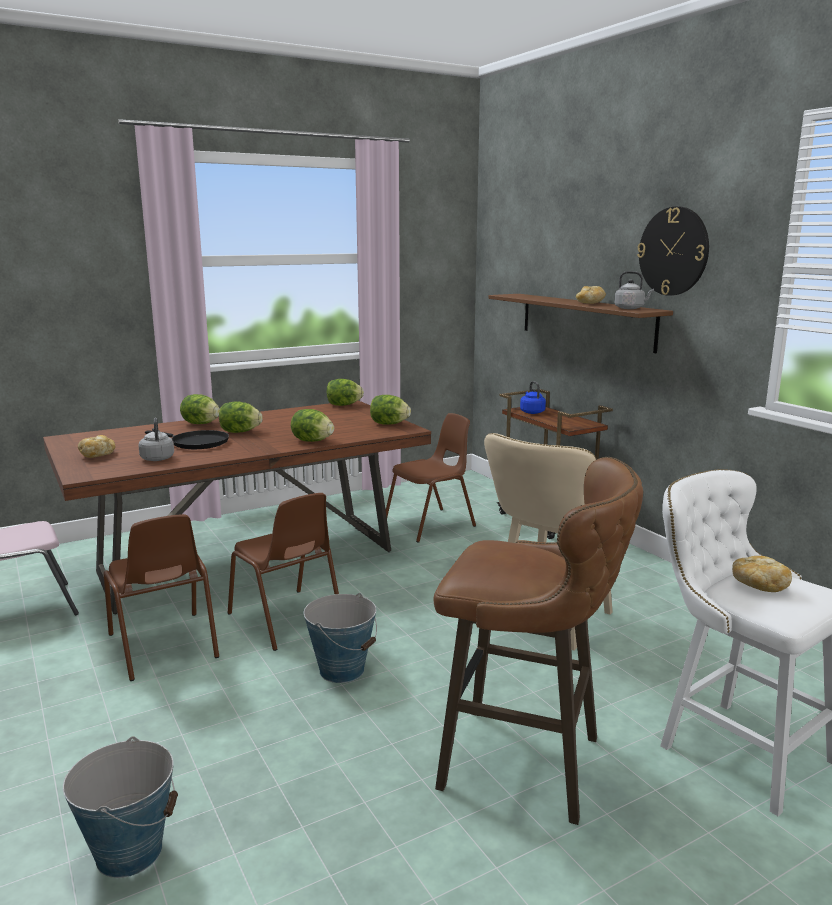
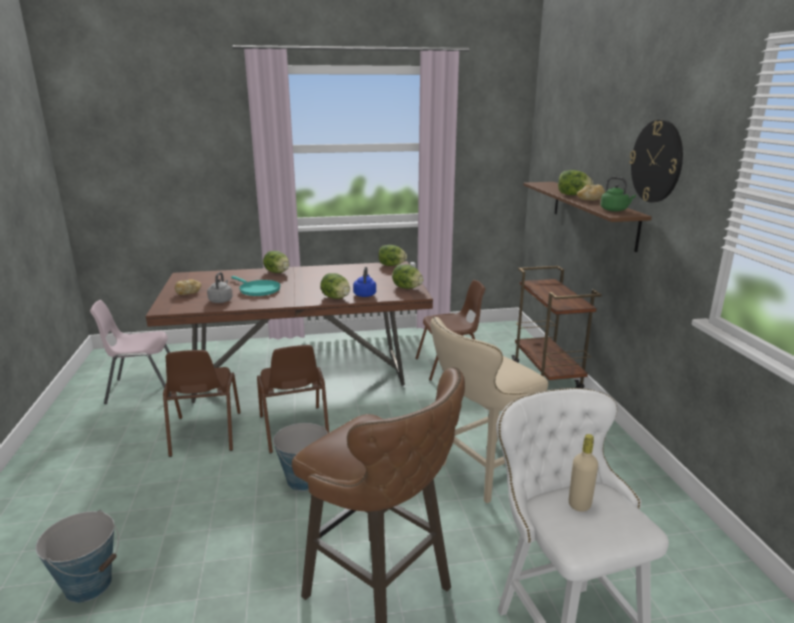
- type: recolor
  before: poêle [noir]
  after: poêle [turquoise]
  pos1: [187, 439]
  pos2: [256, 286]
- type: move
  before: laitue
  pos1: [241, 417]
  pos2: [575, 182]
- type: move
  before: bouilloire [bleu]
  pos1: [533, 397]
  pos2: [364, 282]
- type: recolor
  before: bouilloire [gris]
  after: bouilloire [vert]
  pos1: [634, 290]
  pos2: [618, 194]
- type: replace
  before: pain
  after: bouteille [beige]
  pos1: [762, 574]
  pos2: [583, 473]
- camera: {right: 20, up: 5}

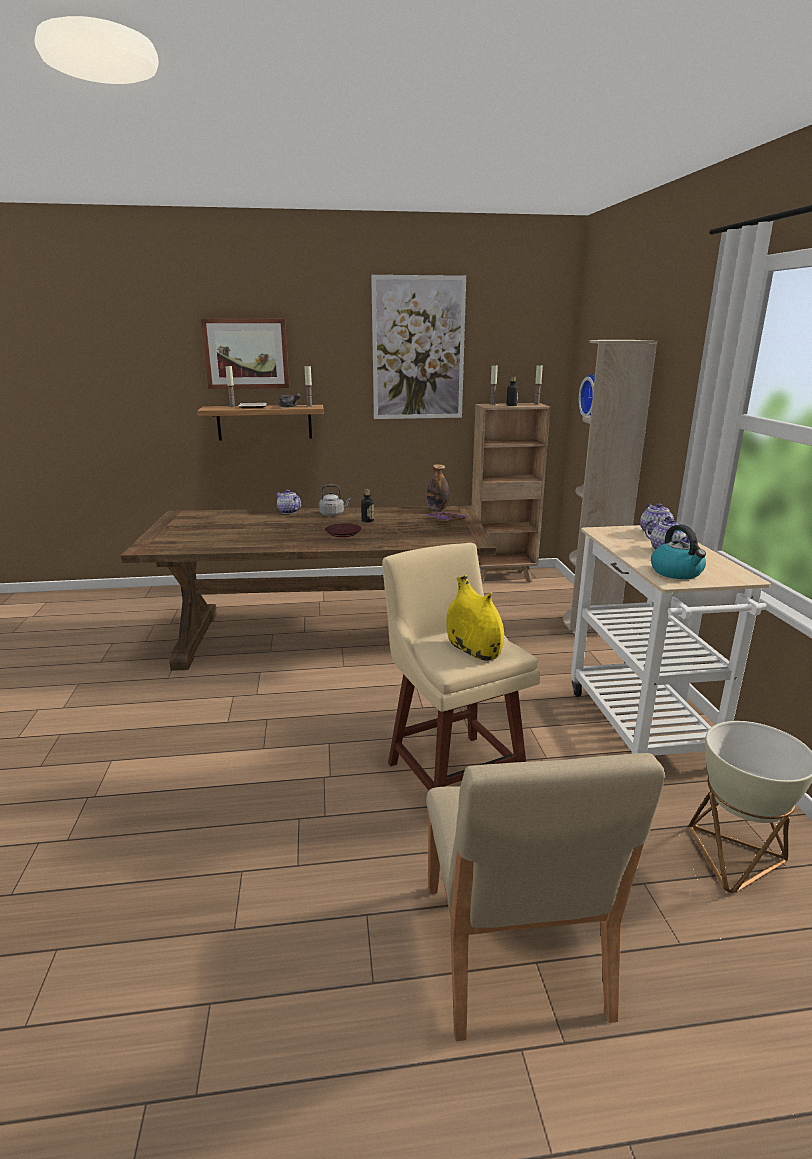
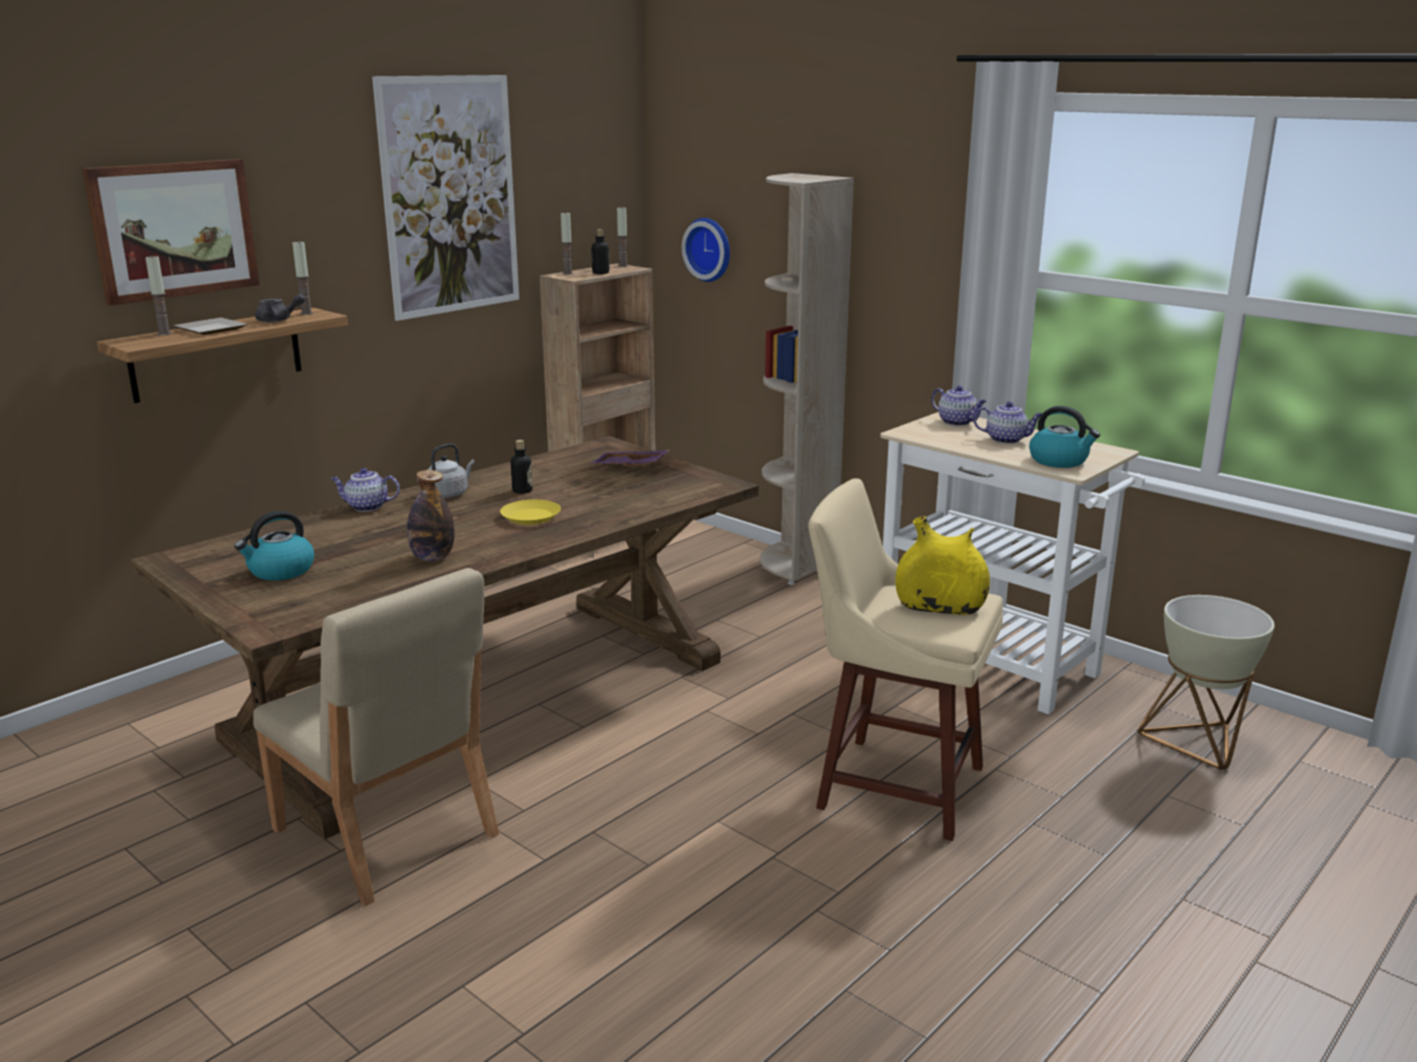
- type: recolor
  before: assiette [marron]
  after: assiette [jaune]
  pos1: [343, 530]
  pos2: [530, 512]
- type: move
  before: chaise [beige]
  pos1: [545, 897]
  pos2: [376, 737]
- type: move
  before: bouteille
  pos1: [438, 487]
  pos2: [431, 515]
- type: insert
  after: bouilloire
  pos2: [274, 546]
- camera: {right: -40, up: 0}

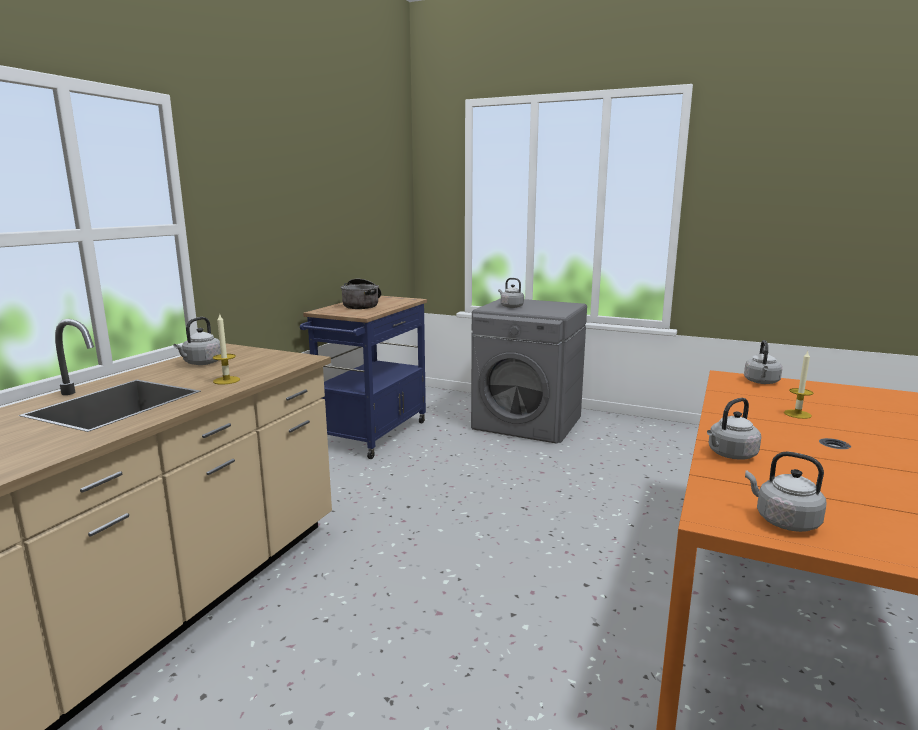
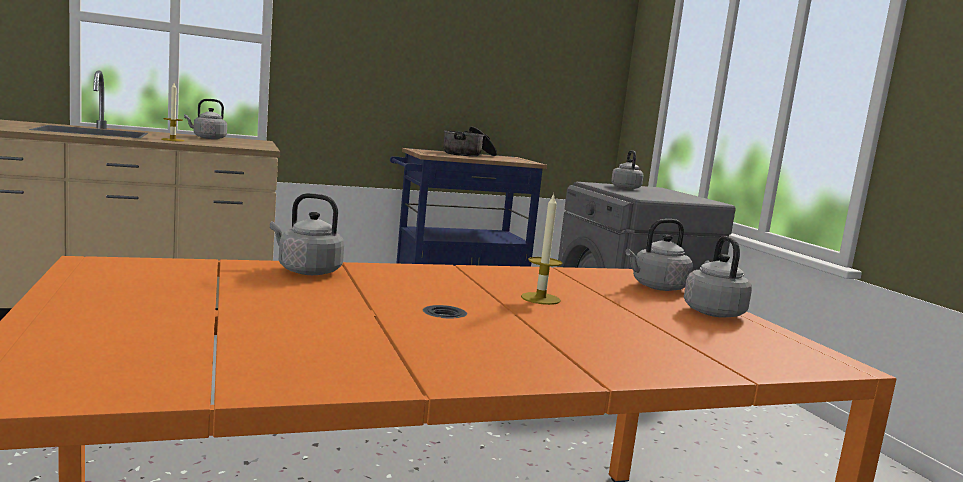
- type: move
  before: bouilloire [gris]
  pos1: [785, 491]
  pos2: [718, 277]
- camera: {right: 45, up: -5}

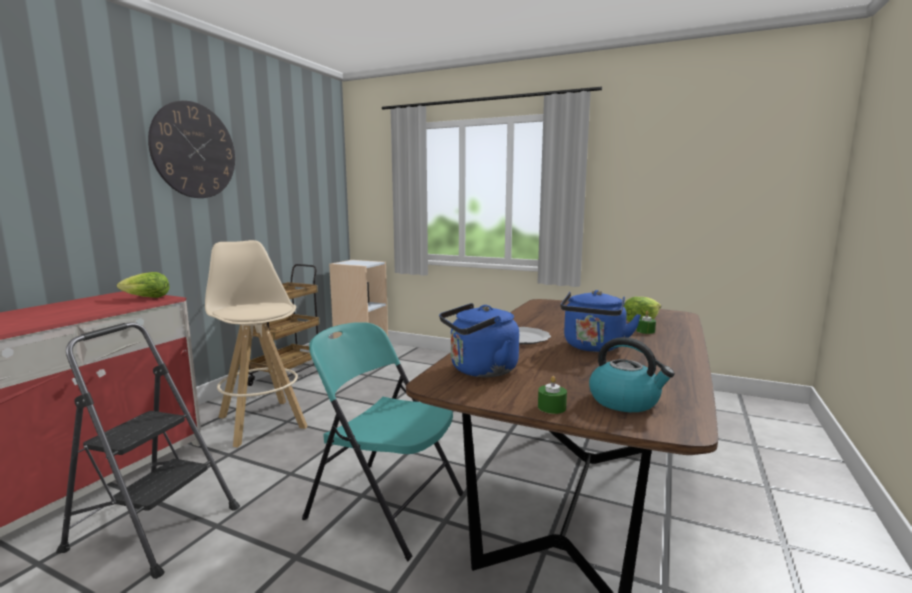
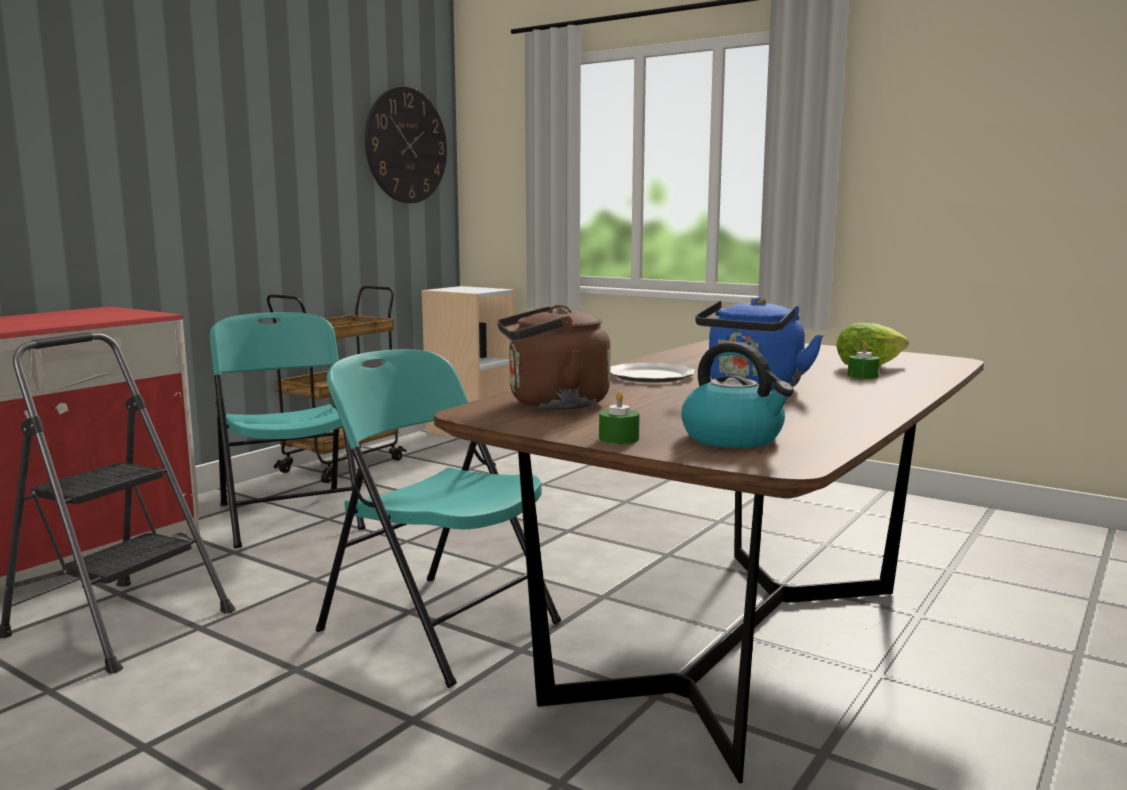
- type: delete
  before: laitue
  pos1: [143, 285]
- type: move
  before: horloge murale
  pos1: [191, 149]
  pos2: [406, 144]
- type: replace
  before: tabouret [beige]
  after: chaise [turquoise]
  pos1: [256, 343]
  pos2: [288, 430]
- type: recolor
  before: bouilloire [bleu]
  after: bouilloire [marron]
  pos1: [479, 340]
  pos2: [554, 357]
- camera: {right: 10, up: 0}

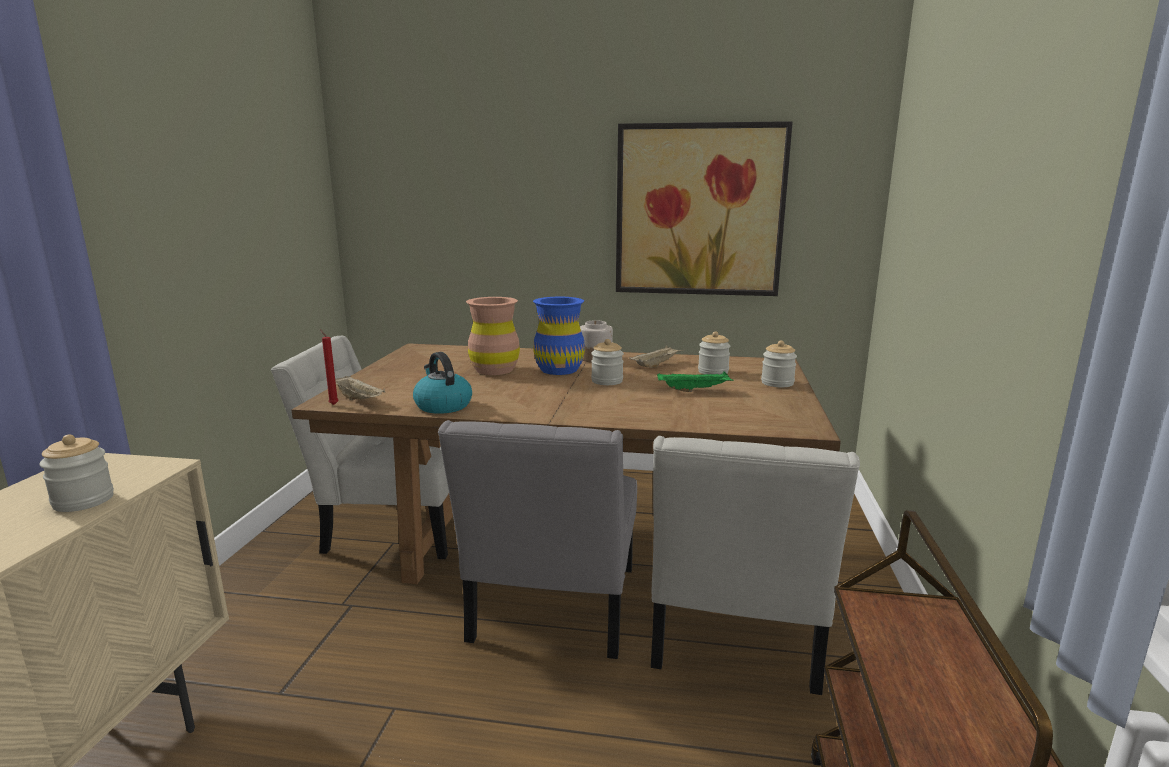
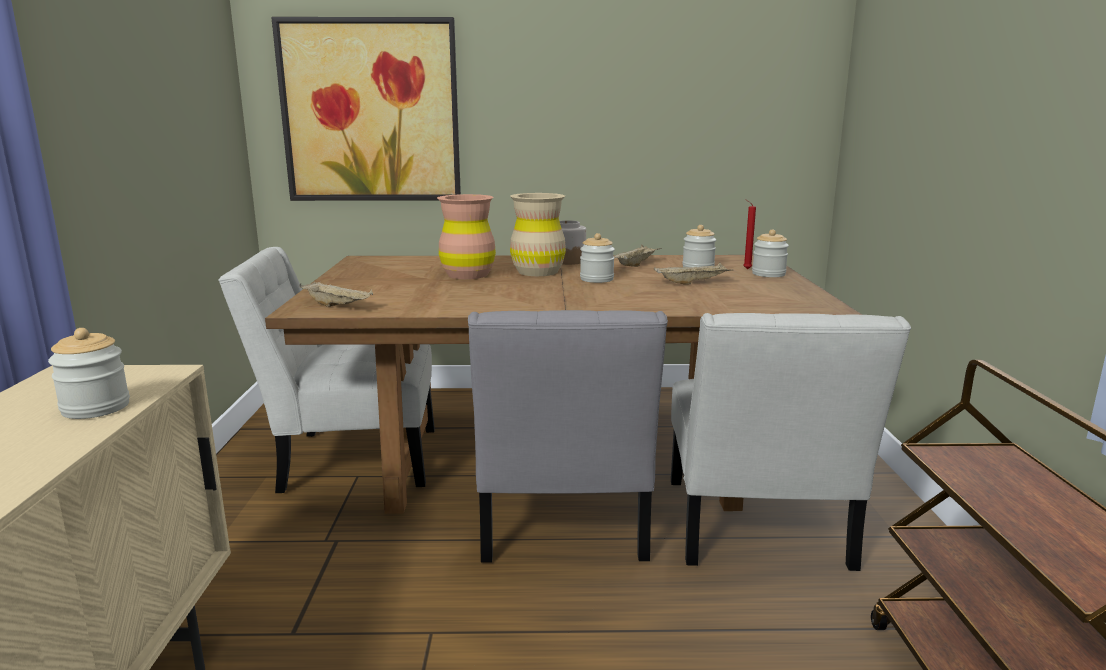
- type: move
  before: bougie [rouge]
  pos1: [329, 367]
  pos2: [749, 234]
- type: delete
  before: bouilloire
  pos1: [442, 383]
- type: recolor
  before: vase [bleu]
  after: vase [beige]
  pos1: [559, 336]
  pos2: [538, 234]
- type: move
  before: tableau
  pos1: [704, 208]
  pos2: [366, 109]
- type: recolor
  before: plateau [vert]
  after: plateau [beige]
  pos1: [695, 382]
  pos2: [693, 274]
- camera: {right: -10, up: 0}

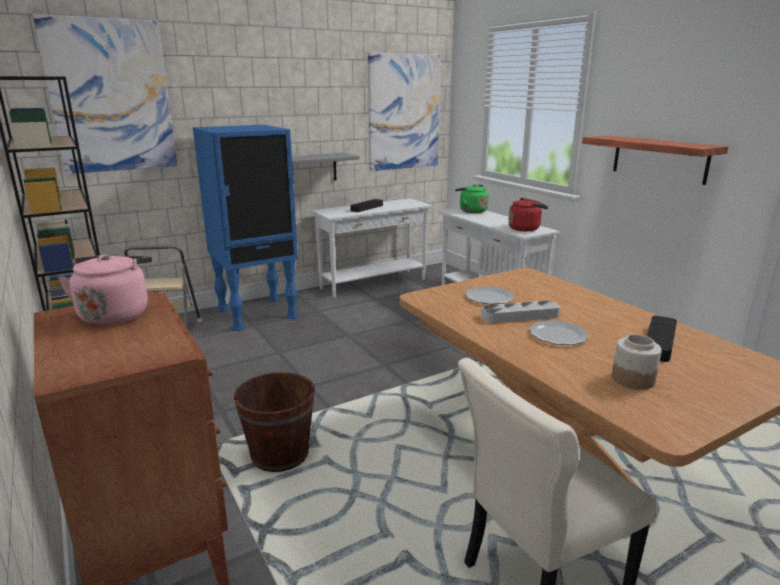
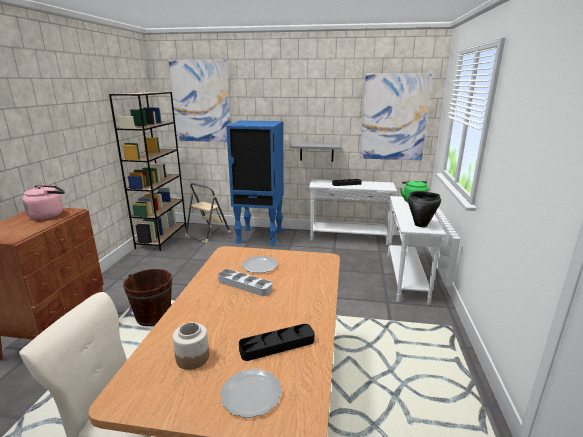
- type: replace
  before: bouilloire [rouge]
  after: marmite [noir]
  pos1: [528, 214]
  pos2: [424, 209]
- type: move
  before: assiette
  pos1: [559, 332]
  pos2: [251, 393]
- type: delete
  before: étagère
  pos1: [655, 160]
- camera: {right: 40, up: 0}

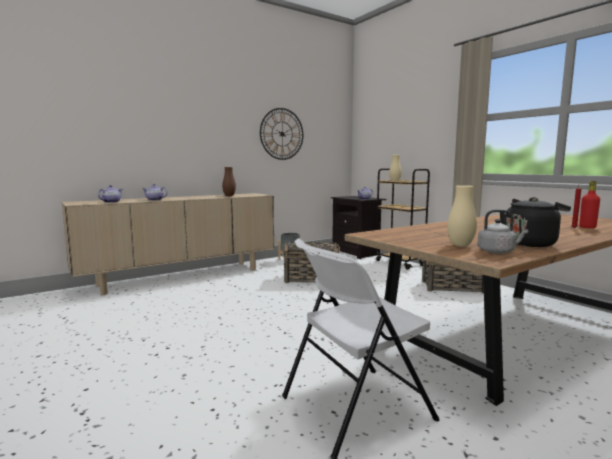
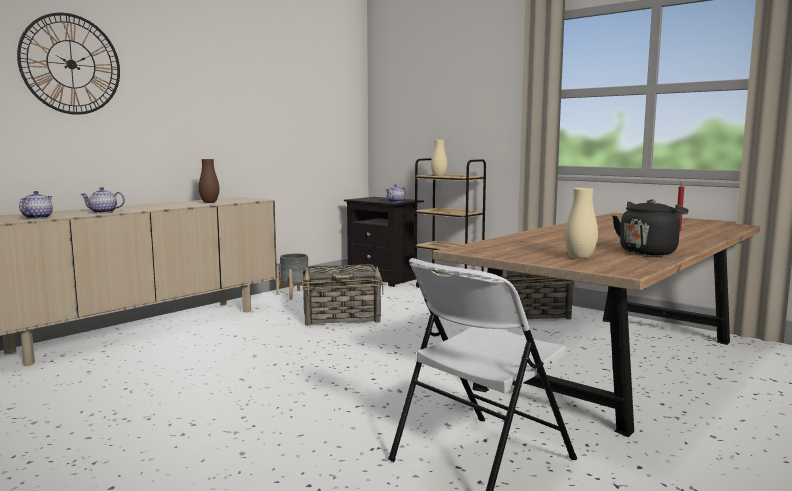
- type: move
  before: horloge murale
  pos1: [281, 134]
  pos2: [68, 64]
- type: delete
  before: bouilloire [gris]
  pos1: [503, 231]
- type: delete
  before: bouteille [rouge]
  pos1: [589, 204]
- camera: {right: -15, up: 0}

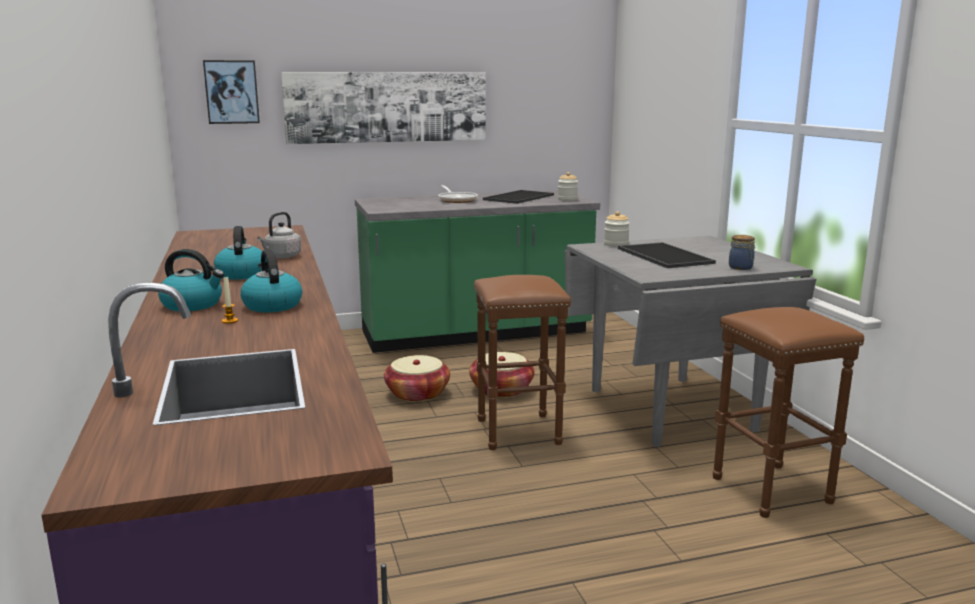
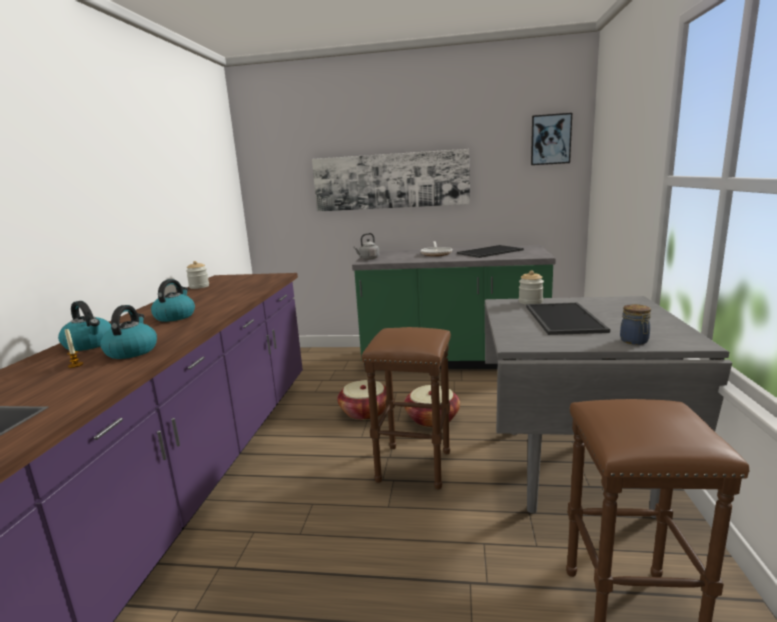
- type: move
  before: tableau
  pos1: [231, 92]
  pos2: [551, 139]
- type: move
  before: bouilloire [gris]
  pos1: [279, 235]
  pos2: [366, 246]
- type: move
  before: bocal
  pos1: [568, 186]
  pos2: [197, 275]
- camera: {right: 25, up: 0}

